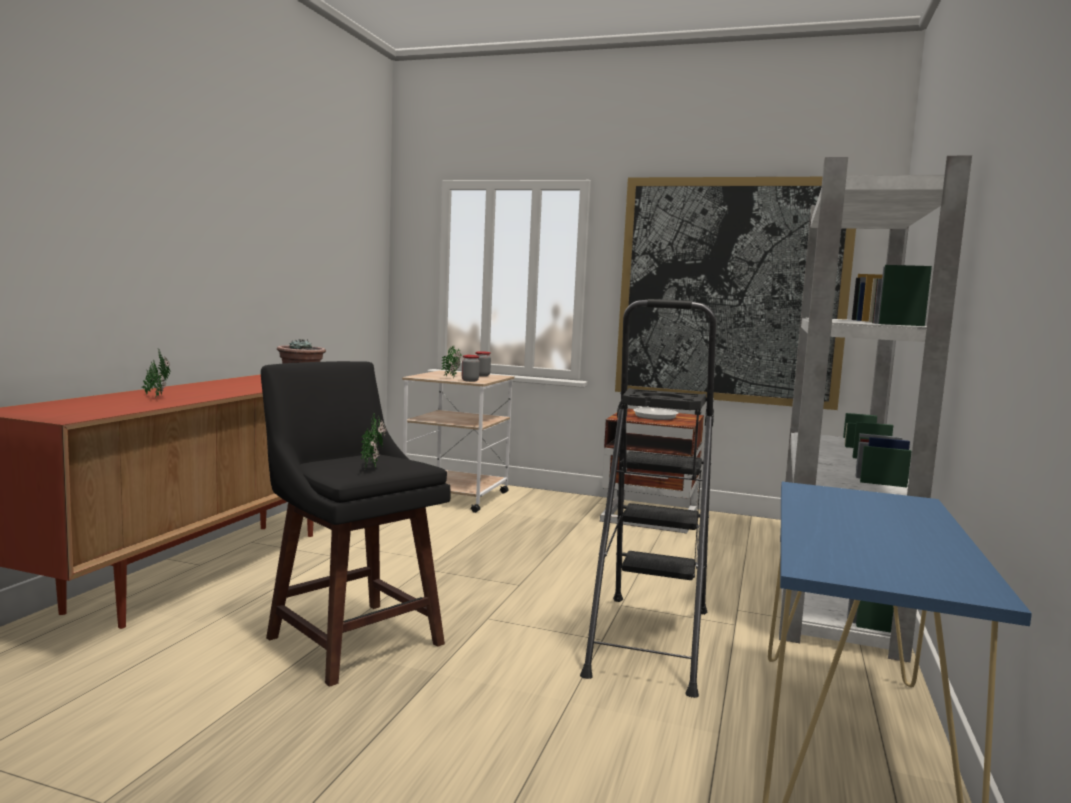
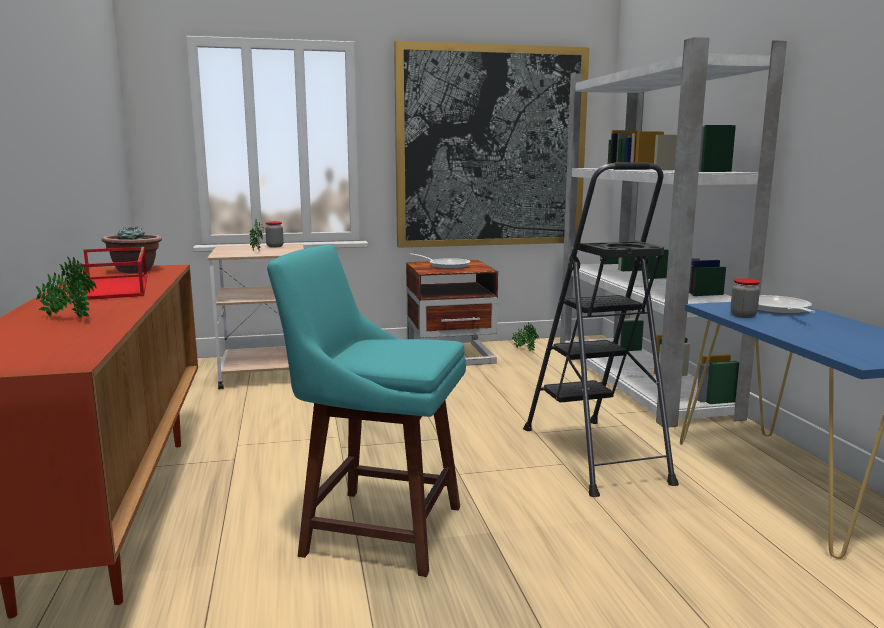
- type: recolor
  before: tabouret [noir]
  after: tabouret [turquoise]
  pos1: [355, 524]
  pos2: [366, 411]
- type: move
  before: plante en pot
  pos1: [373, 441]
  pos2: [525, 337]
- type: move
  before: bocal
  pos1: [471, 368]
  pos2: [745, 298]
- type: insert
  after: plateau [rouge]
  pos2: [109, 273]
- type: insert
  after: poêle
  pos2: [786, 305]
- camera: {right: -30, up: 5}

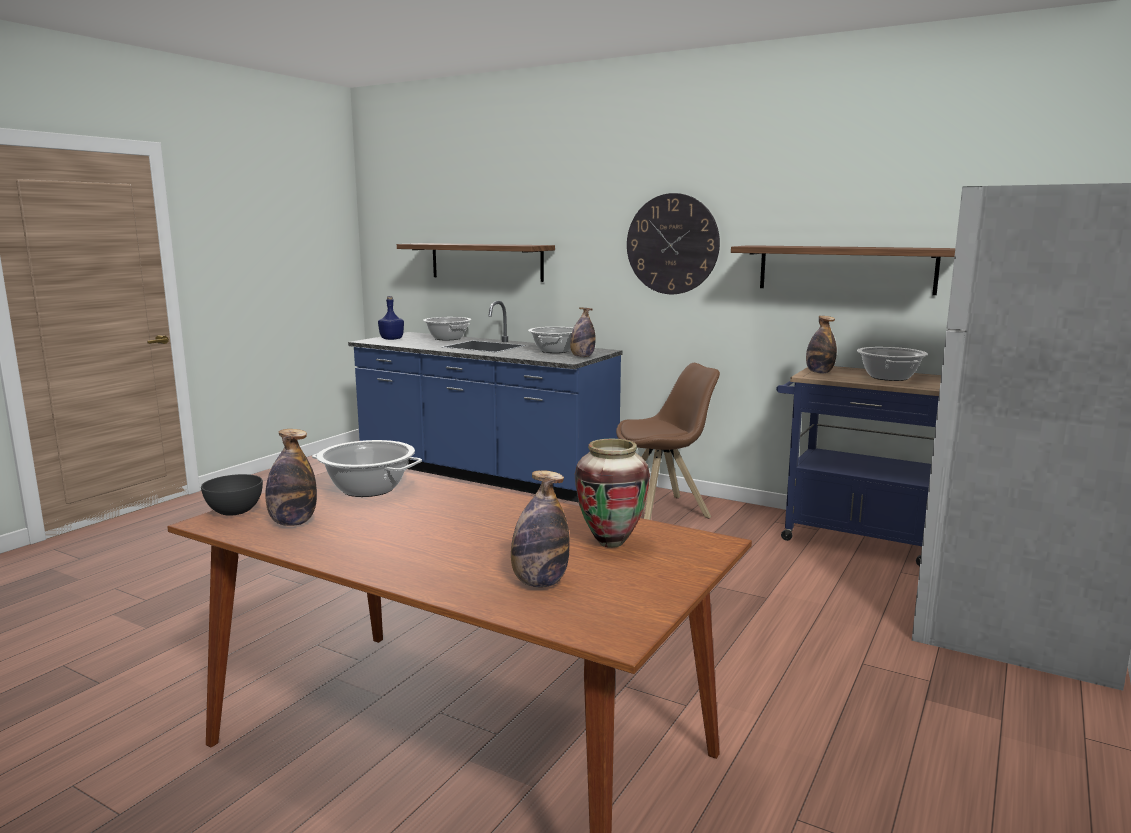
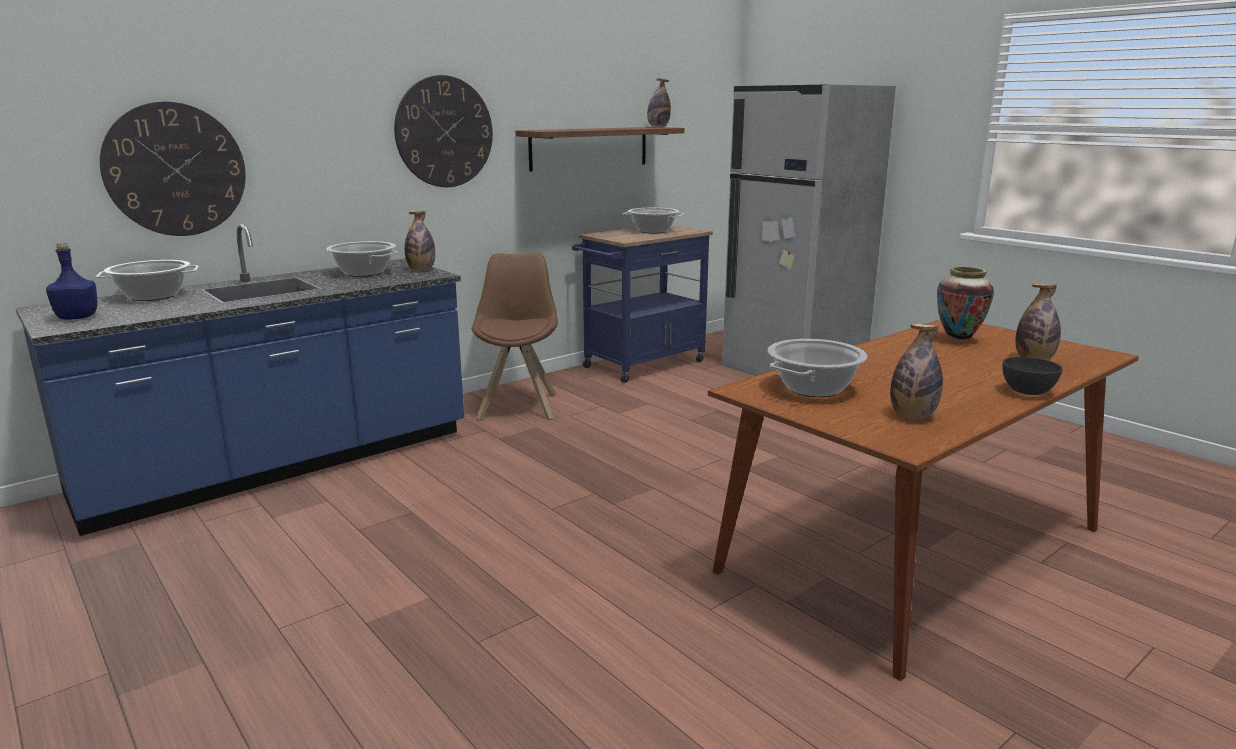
- type: move
  before: bol [gris]
  pos1: [232, 495]
  pos2: [1032, 376]
- type: replace
  before: étagère
  after: horloge murale
  pos1: [476, 262]
  pos2: [173, 169]
- type: move
  before: bouteille
  pos1: [821, 344]
  pos2: [659, 102]
- camera: {right: -70, up: 5}

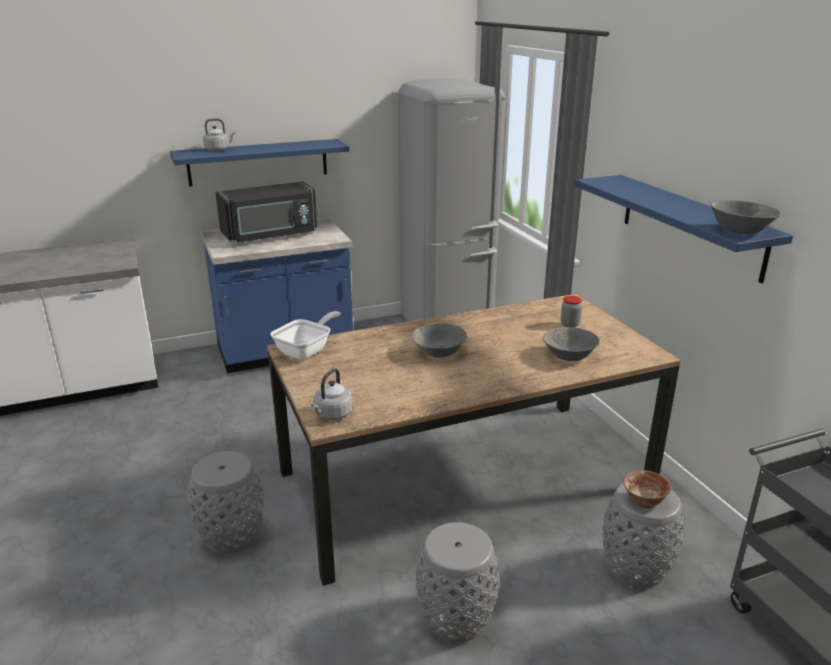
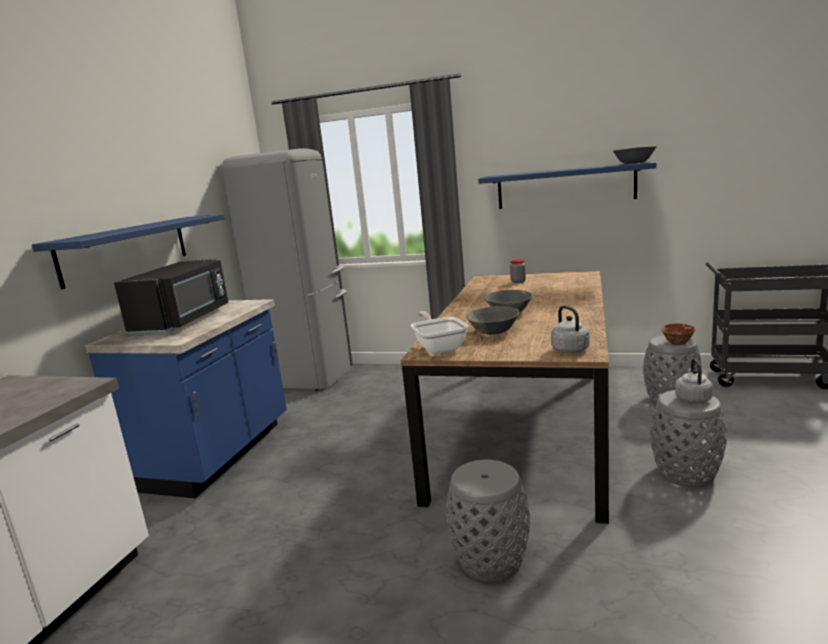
- type: move
  before: bouilloire [gris]
  pos1: [219, 134]
  pos2: [694, 381]
- type: move
  before: bol [gris]
  pos1: [571, 344]
  pos2: [492, 320]
- camera: {right: -50, up: -10}

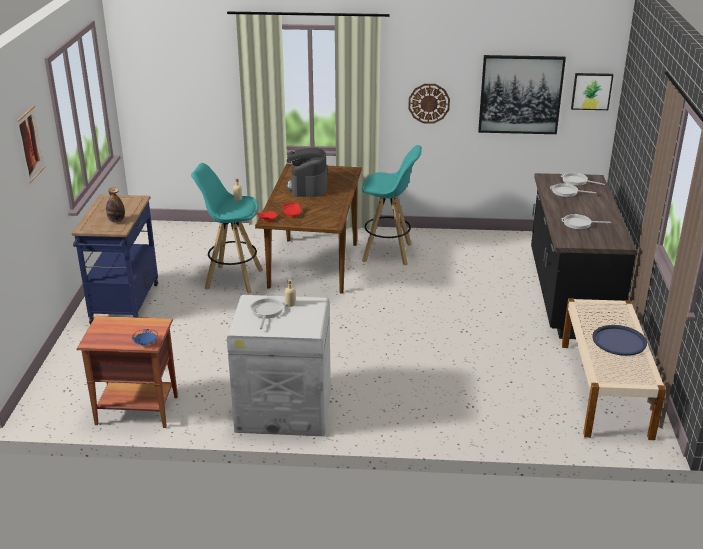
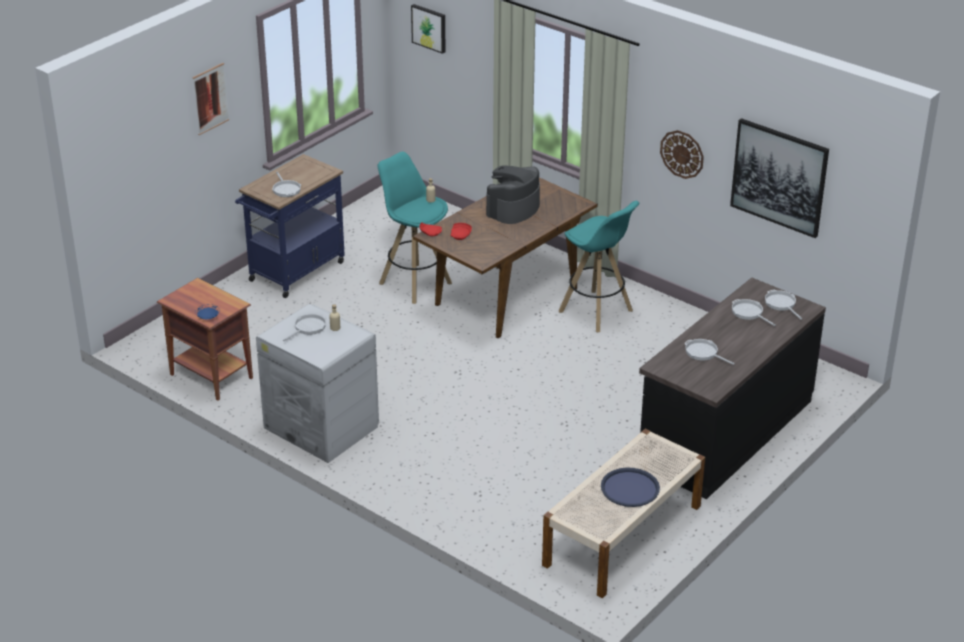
- type: replace
  before: bouteille
  after: poêle
  pos1: [115, 205]
  pos2: [286, 184]
- type: move
  before: tableau
  pos1: [592, 91]
  pos2: [428, 29]
- camera: {right: 35, up: 5}

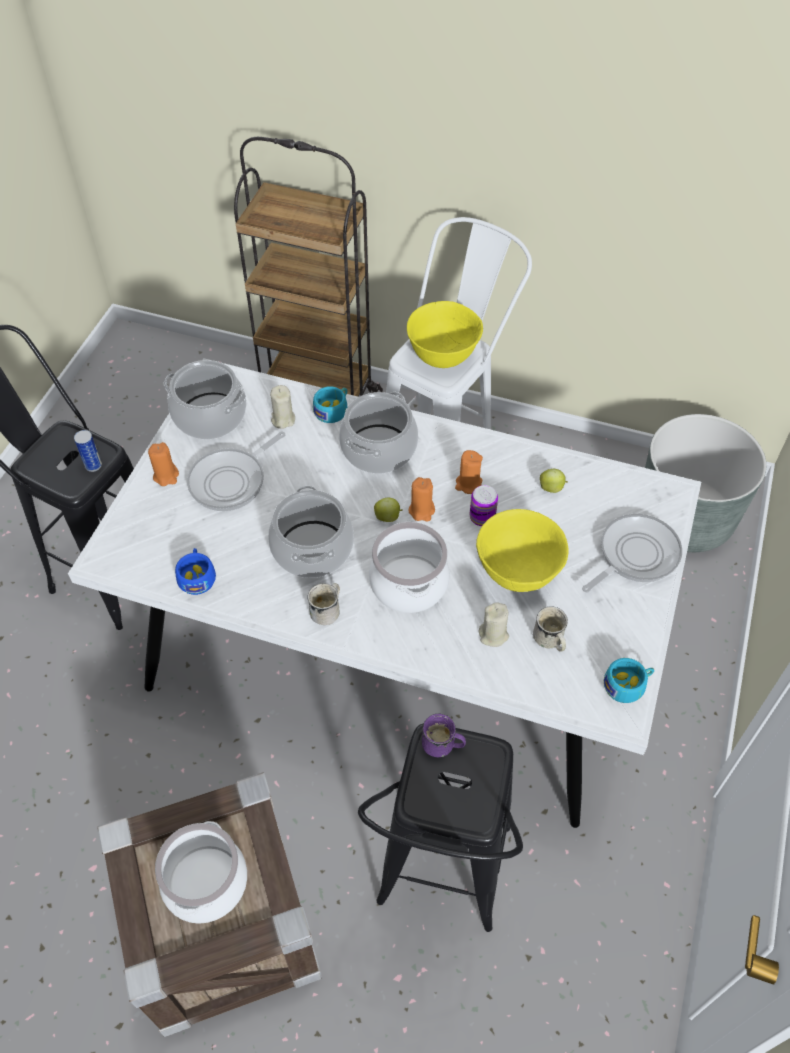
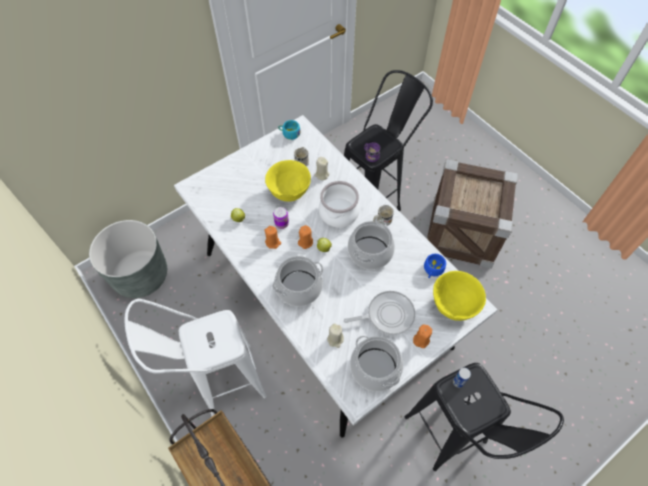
- type: delete
  before: marmite
  pos1: [201, 872]
- type: delete
  before: tasse [turquoise]
  pos1: [330, 404]
- type: move
  before: bol [jaune]
  pos1: [445, 334]
  pos2: [459, 296]
- type: delete
  before: poêle
  pos1: [632, 553]
- camera: {right: -145, up: 5}

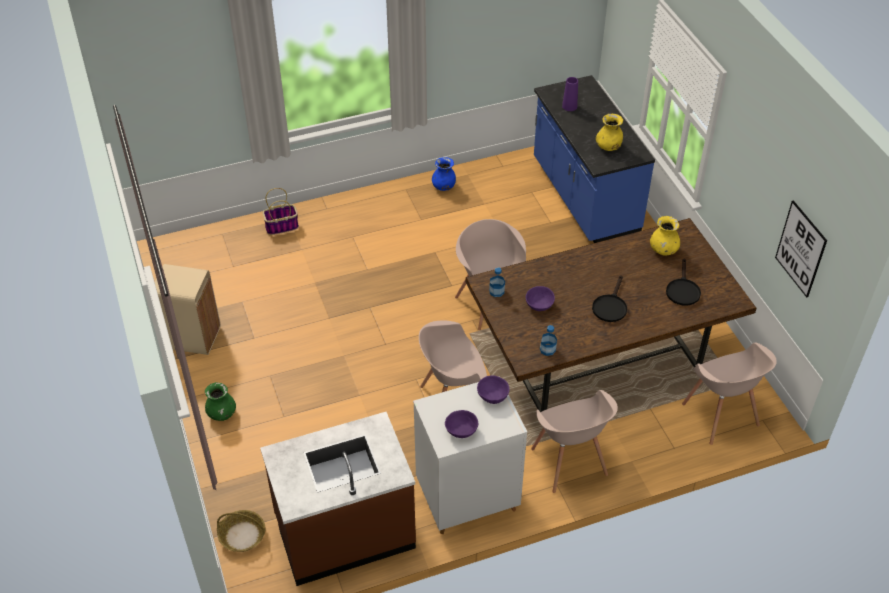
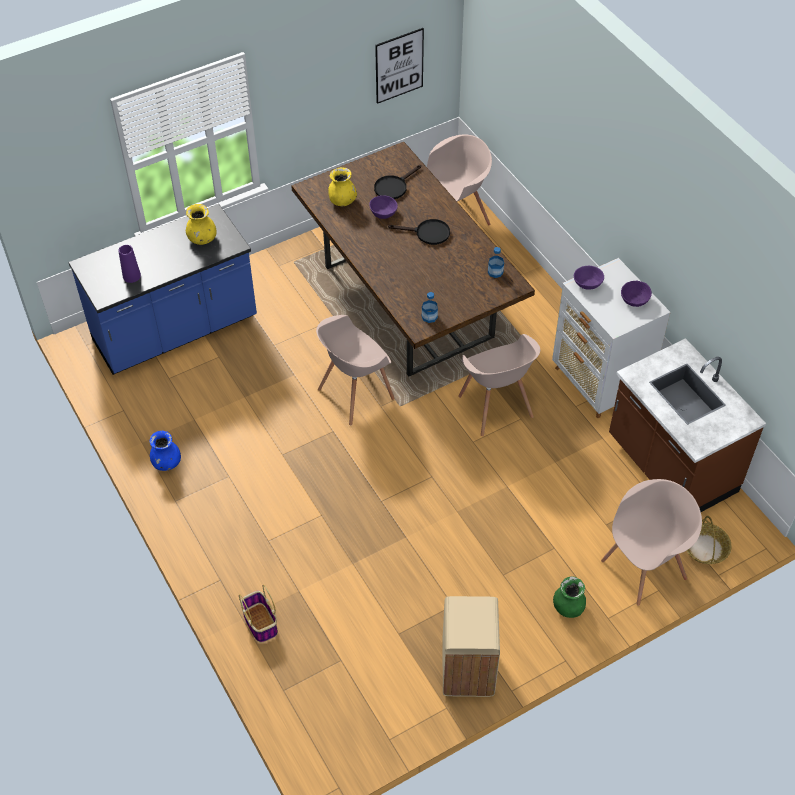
- type: move
  before: bol [violet]
  pos1: [540, 298]
  pos2: [383, 207]
- type: move
  before: chaise [beige]
  pos1: [574, 441]
  pos2: [651, 542]
- type: rotate
  before: poêle [noir]
  pos1: [683, 282]
  pos2: [397, 182]
  turn: 135
- camera: {right: -100, up: 5}

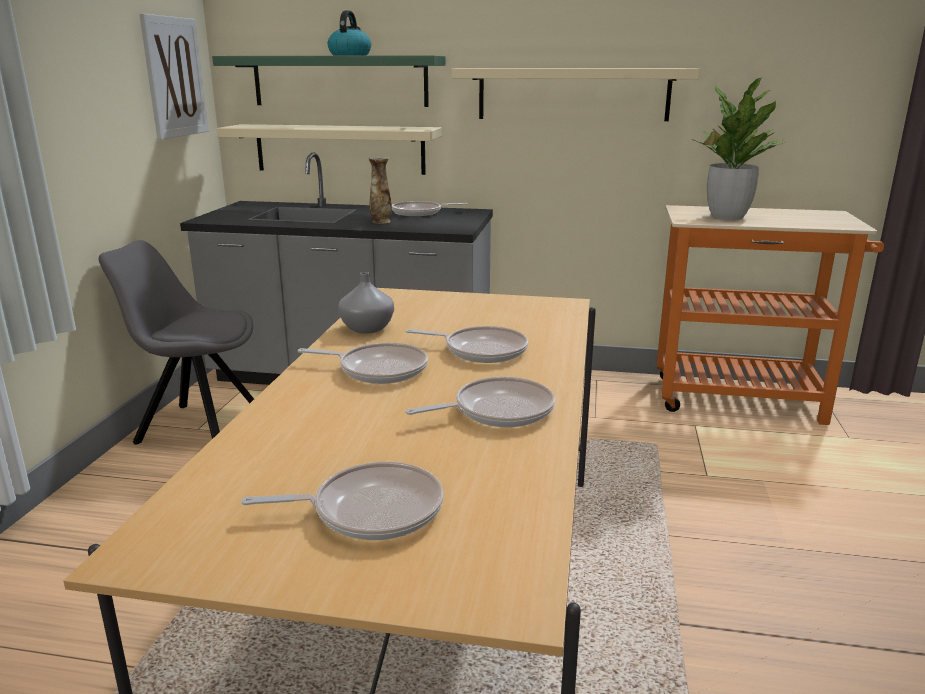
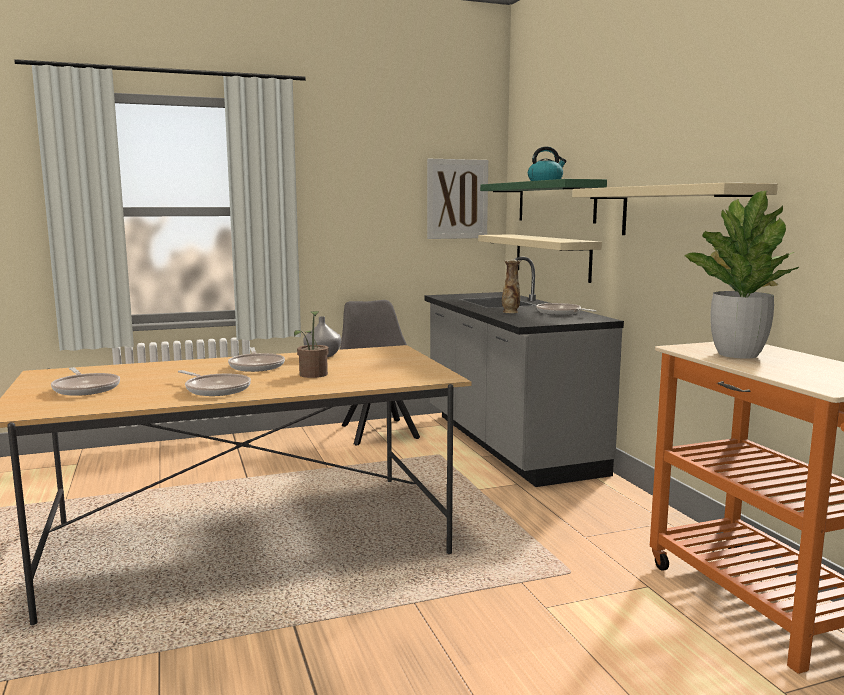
- type: replace
  before: poêle
  after: plante en pot
  pos1: [467, 344]
  pos2: [311, 344]
- camera: {right: 60, up: -10}

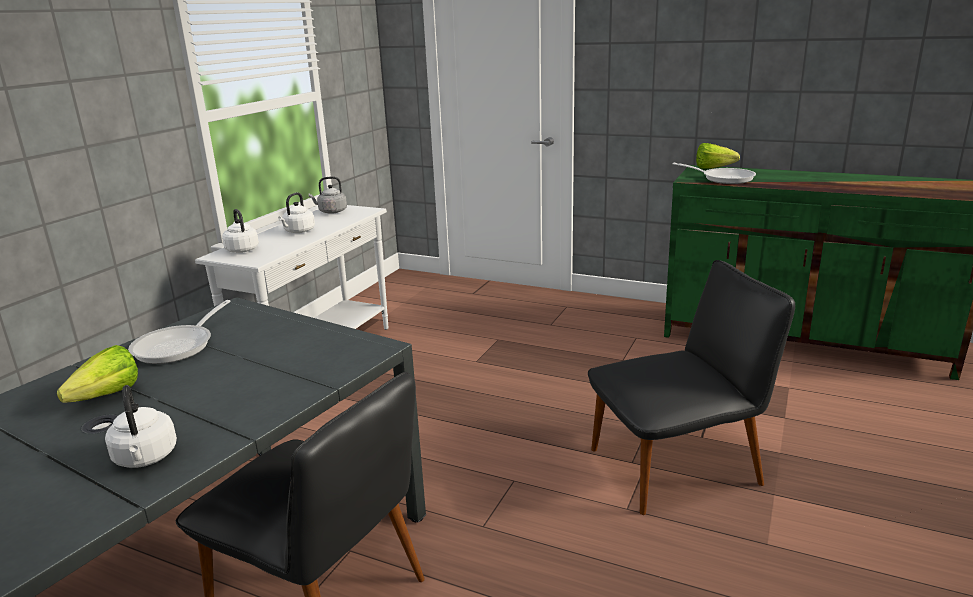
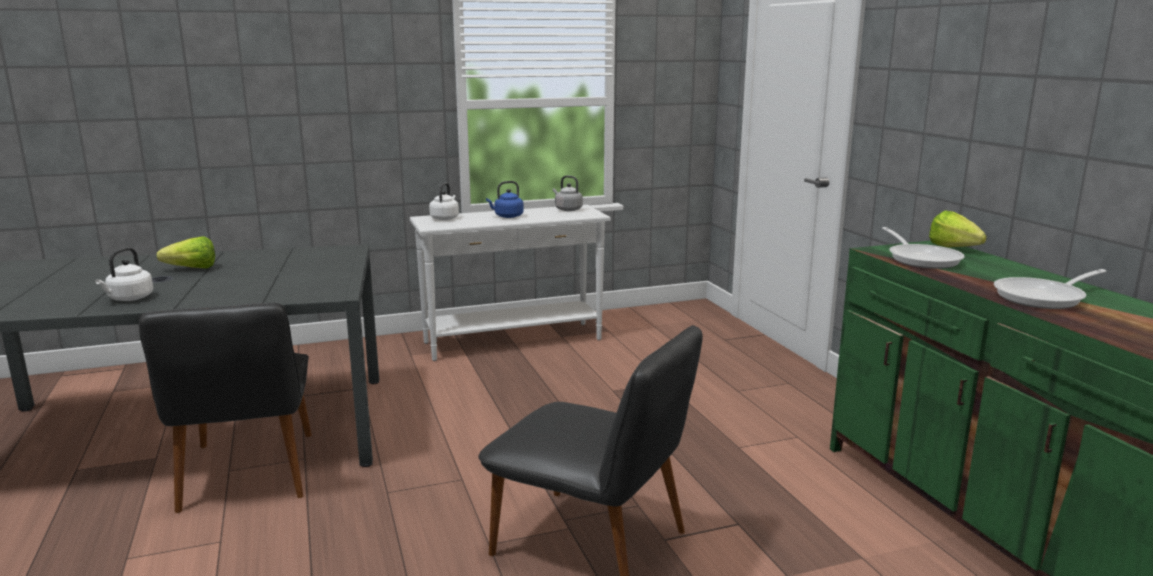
- type: move
  before: poêle
  pos1: [179, 332]
  pos2: [1050, 289]
- type: recolor
  before: bouilloire [blanc]
  after: bouilloire [bleu]
  pos1: [296, 212]
  pos2: [505, 199]
- camera: {right: 45, up: -5}

